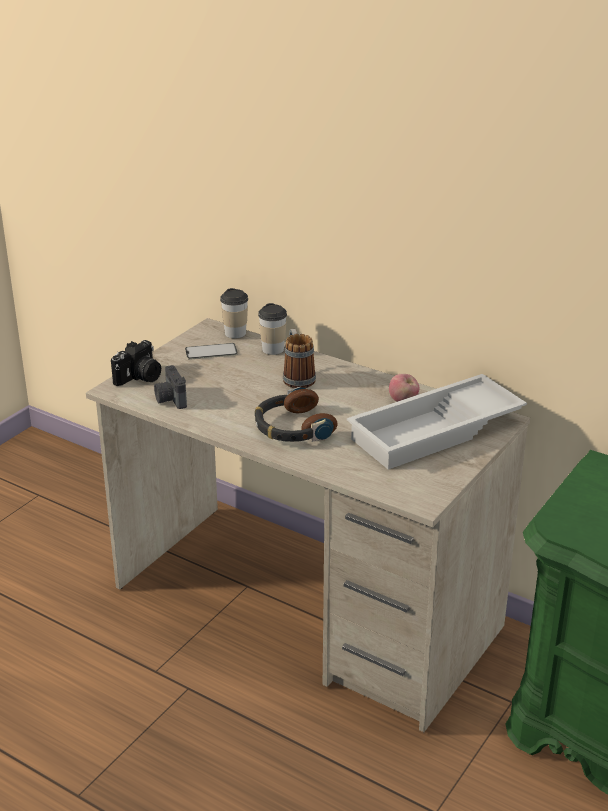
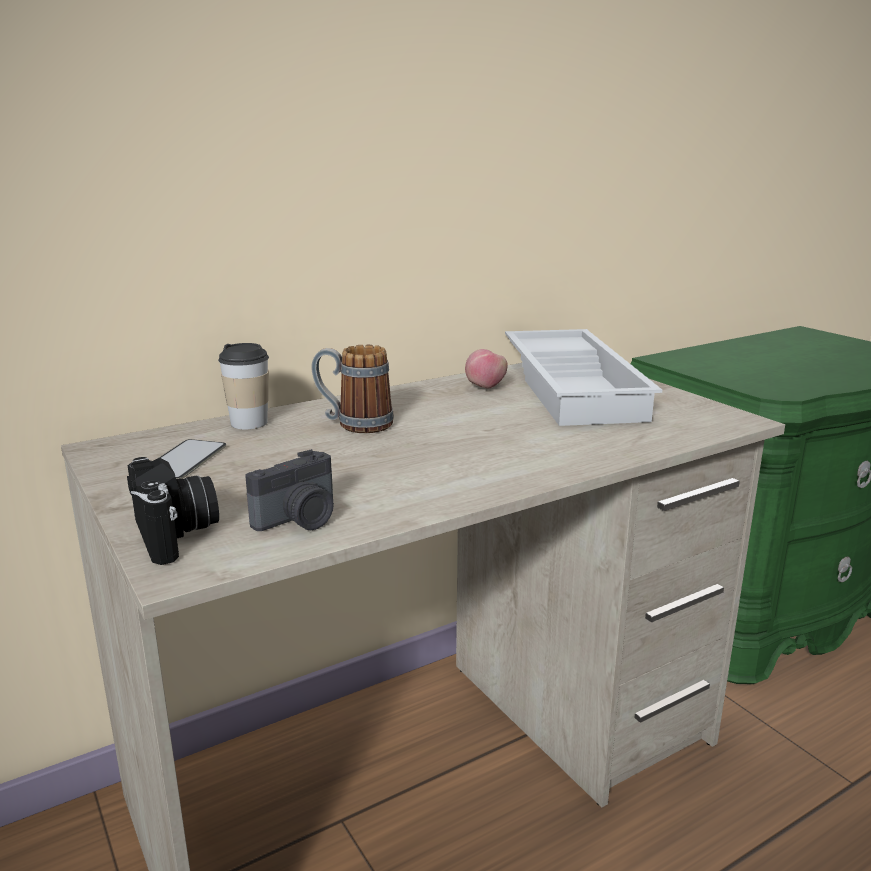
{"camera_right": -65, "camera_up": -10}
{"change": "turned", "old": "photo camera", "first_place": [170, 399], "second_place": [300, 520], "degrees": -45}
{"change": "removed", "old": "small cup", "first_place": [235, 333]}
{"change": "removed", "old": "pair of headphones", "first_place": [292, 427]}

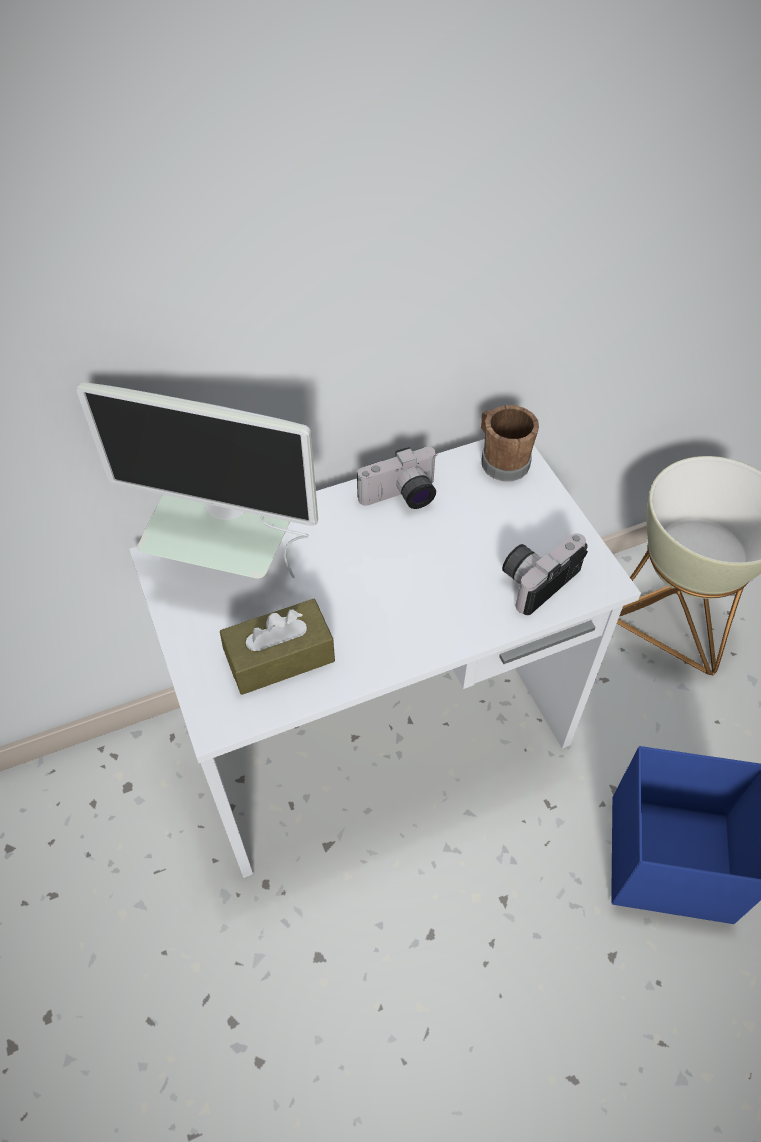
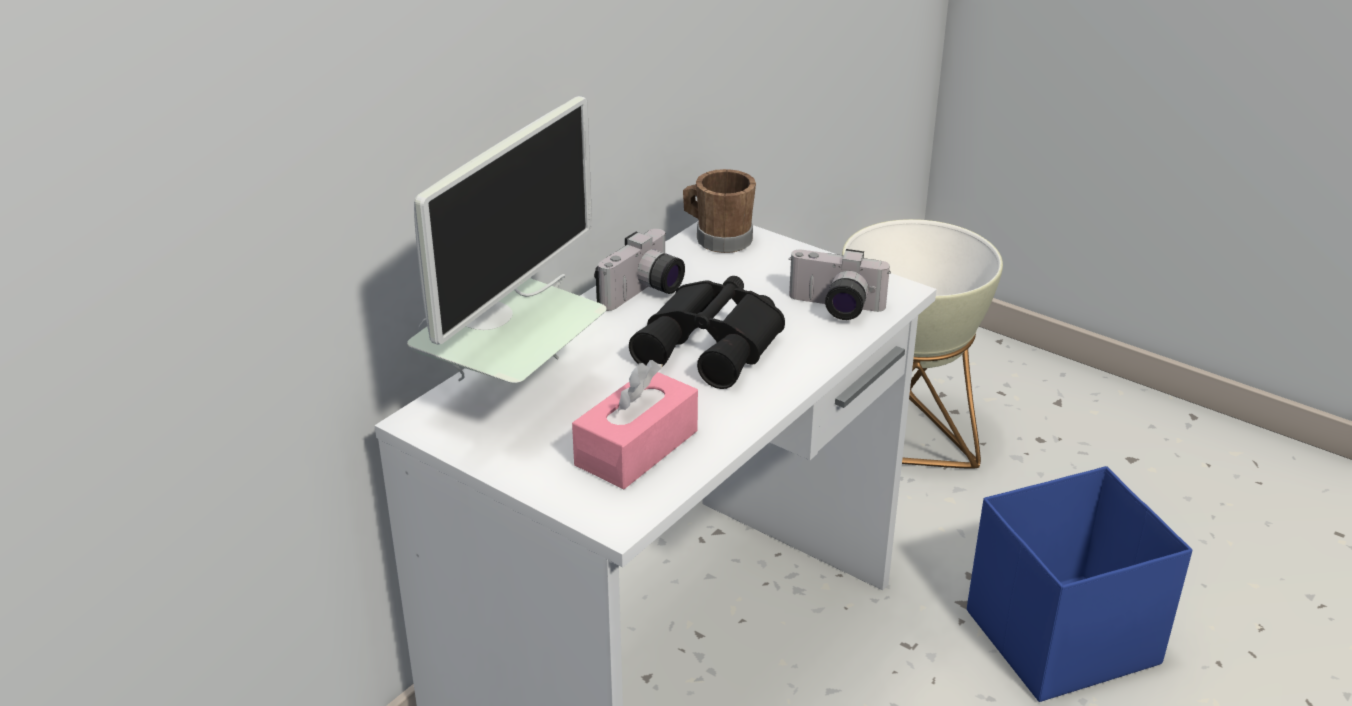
{"camera_right": -30, "camera_up": -20}
{"change": "turned", "old": "monitor", "first_place": [233, 564], "second_place": [511, 397], "degrees": -45}
{"change": "recoloured", "old": "brown box of tissues", "new": "pink box of tissues", "first_place": [280, 657], "second_place": [636, 448]}
{"change": "added", "new": "black-coloured pair of binoculars", "second_place": [714, 345]}
{"change": "turned", "old": "photo camera", "first_place": [537, 578], "second_place": [834, 308], "degrees": -90}

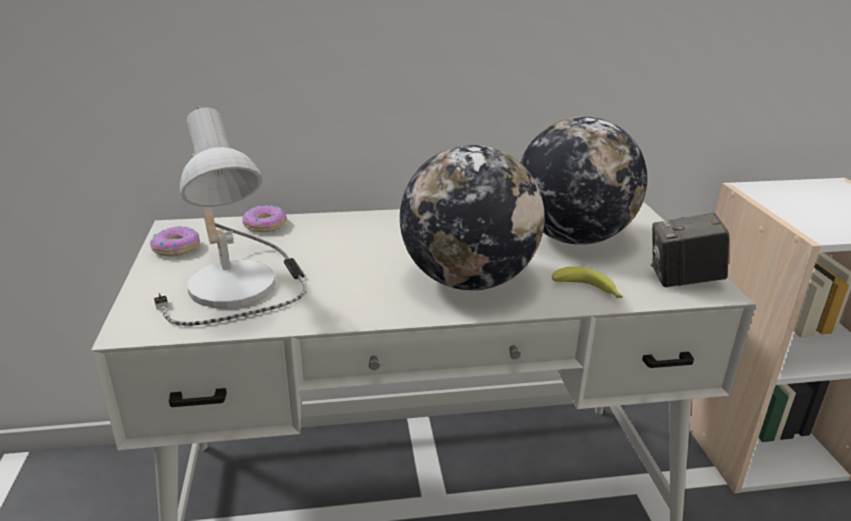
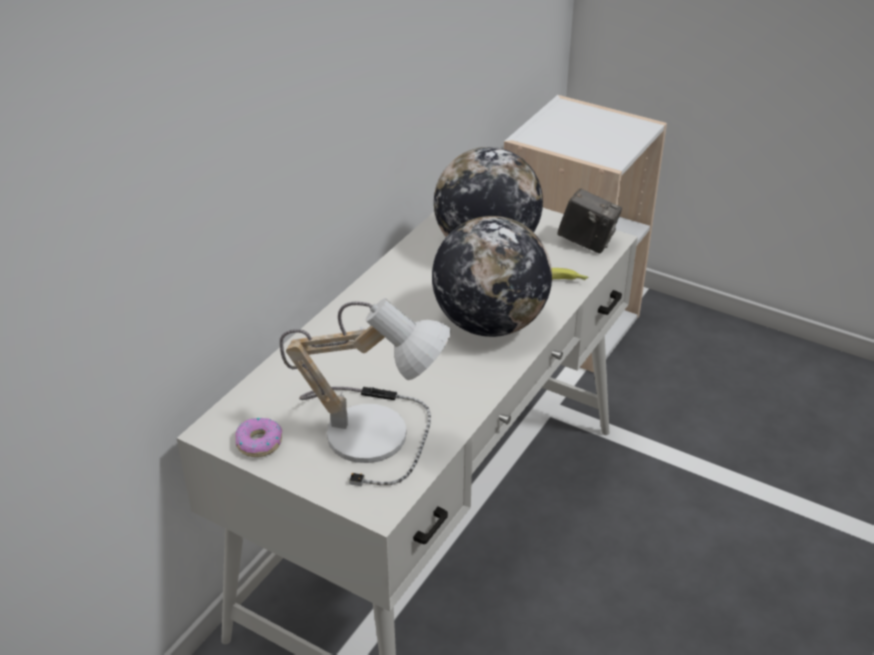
{"camera_right": -50, "camera_up": 10}
{"change": "turned", "old": "photo camera", "first_place": [683, 280], "second_place": [587, 242], "degrees": -105}
{"change": "removed", "old": "donut", "first_place": [266, 225]}

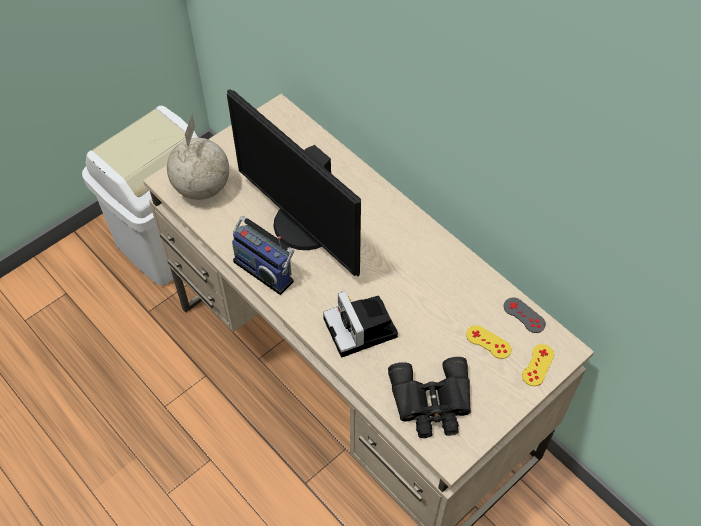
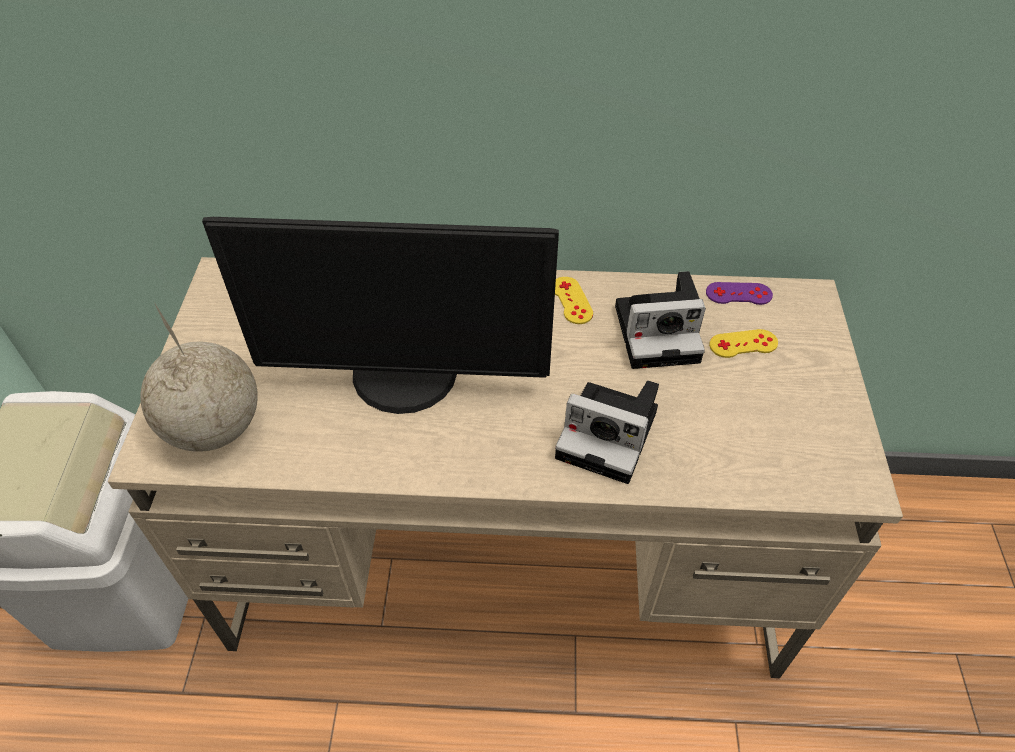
{"camera_right": -45, "camera_up": -5}
{"change": "moved", "old": "yellow-coloured gamepad", "first_place": [537, 365], "second_place": [571, 300]}
{"change": "added", "new": "photo camera", "second_place": [660, 332]}
{"change": "recoloured", "old": "gray gamepad", "new": "purple gamepad", "first_place": [524, 315], "second_place": [738, 294]}
{"change": "removed", "old": "radio", "first_place": [265, 269]}
{"change": "removed", "old": "black-coloured pair of binoculars", "first_place": [432, 403]}

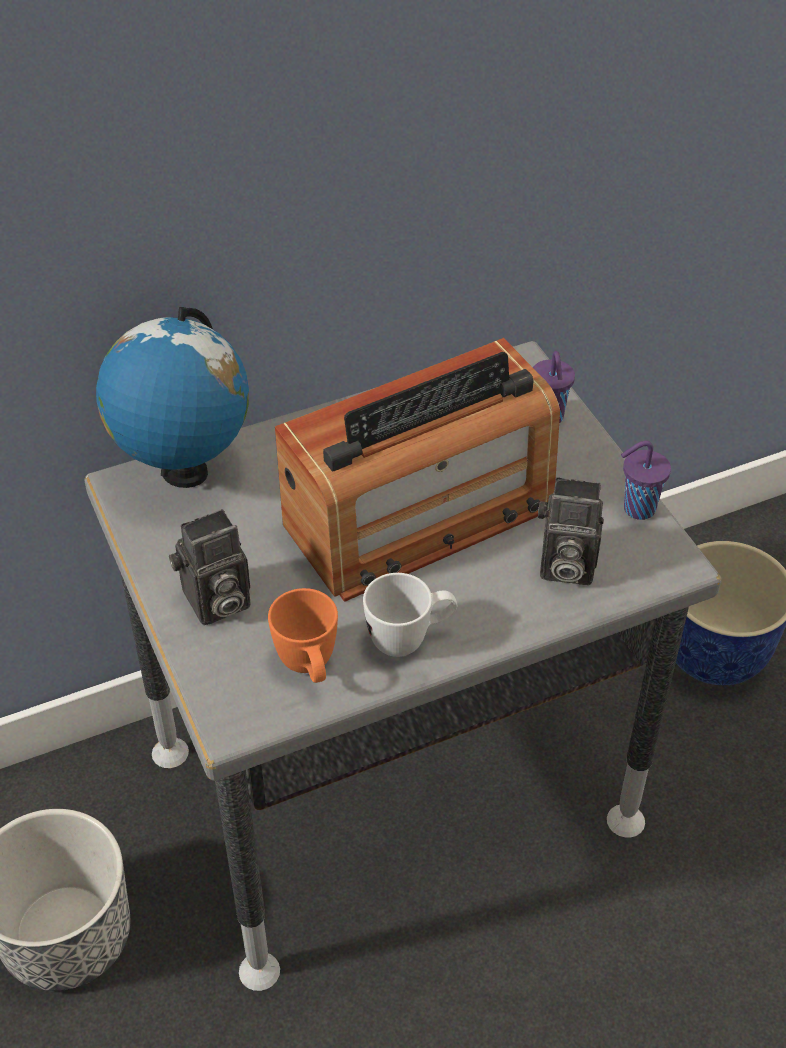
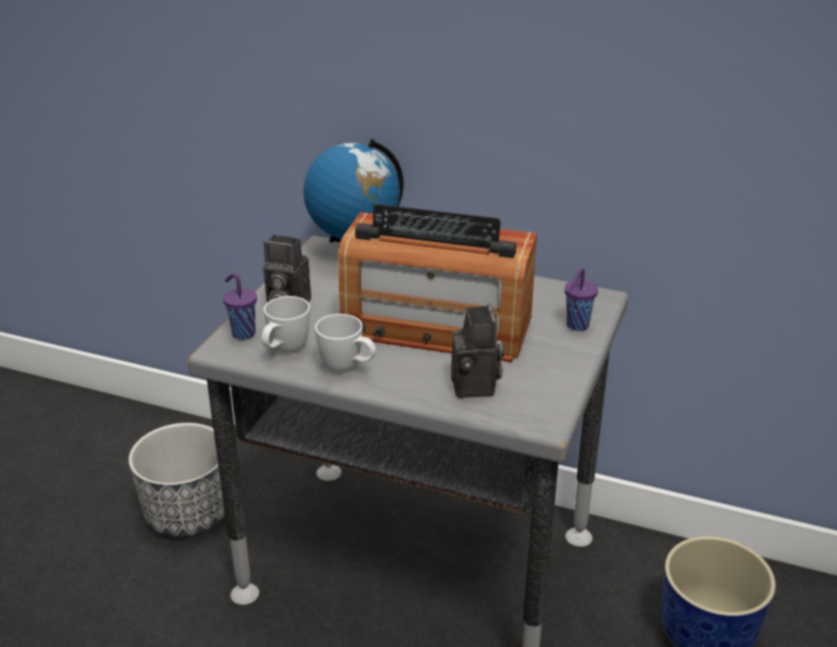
{"camera_right": 45, "camera_up": -15}
{"change": "moved", "old": "purple small cup", "first_place": [637, 509], "second_place": [242, 333]}
{"change": "recoloured", "old": "orange coffee mug", "new": "white-coloured coffee mug", "first_place": [309, 668], "second_place": [285, 351]}
{"change": "turned", "old": "photo camera", "first_place": [563, 566], "second_place": [476, 387], "degrees": -150}

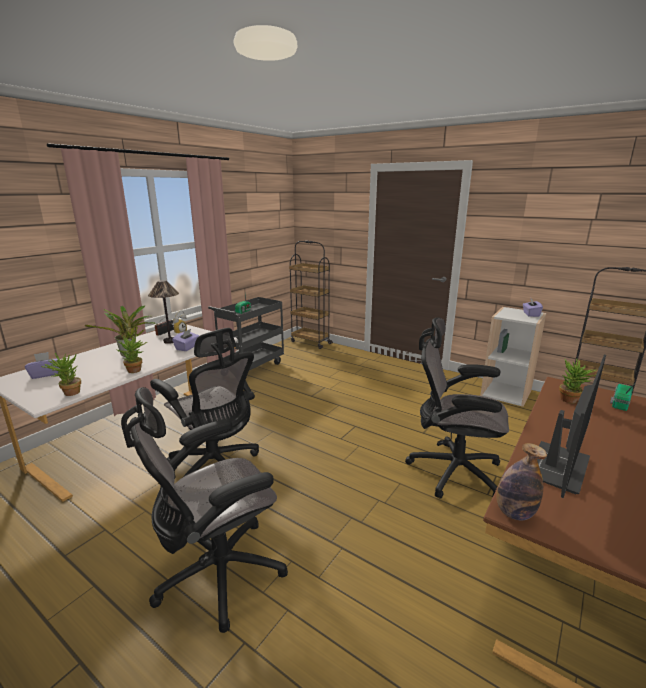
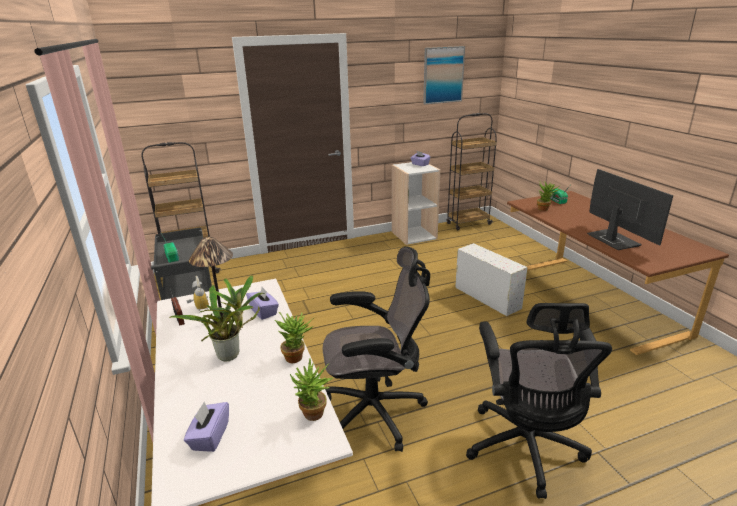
{"camera_right": -55, "camera_up": 5}
{"change": "added", "new": "picture", "second_place": [443, 75]}
{"change": "replaced", "old": "office chair", "new": "white-coloured storage bin", "first_place": [454, 472], "second_place": [486, 297]}
{"change": "removed", "old": "bottle", "first_place": [514, 513]}

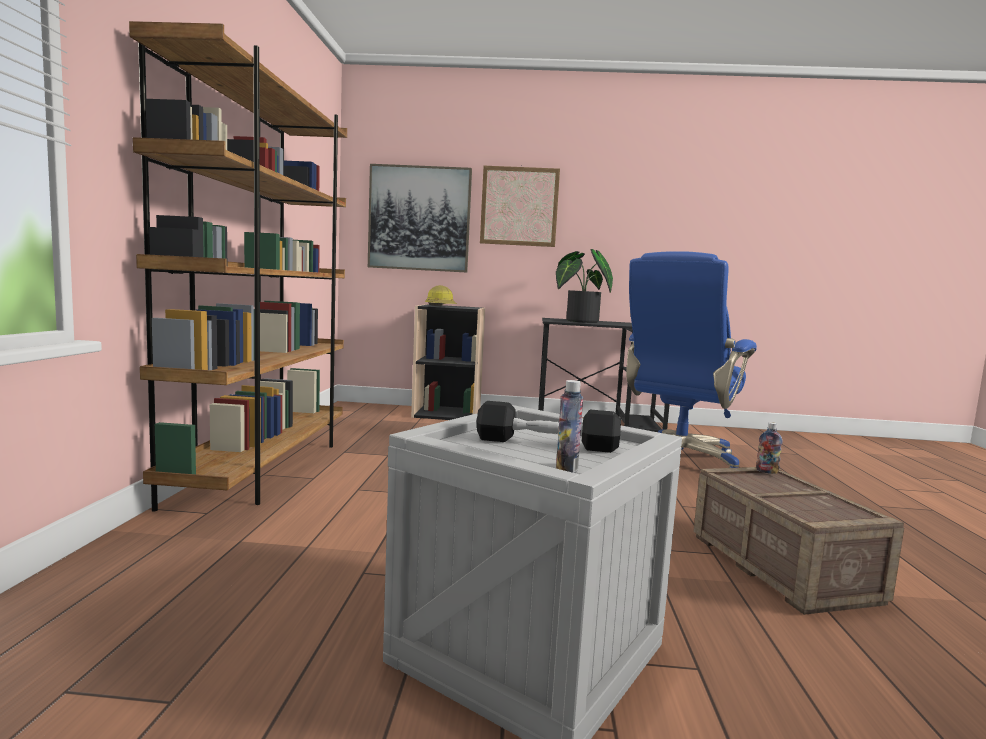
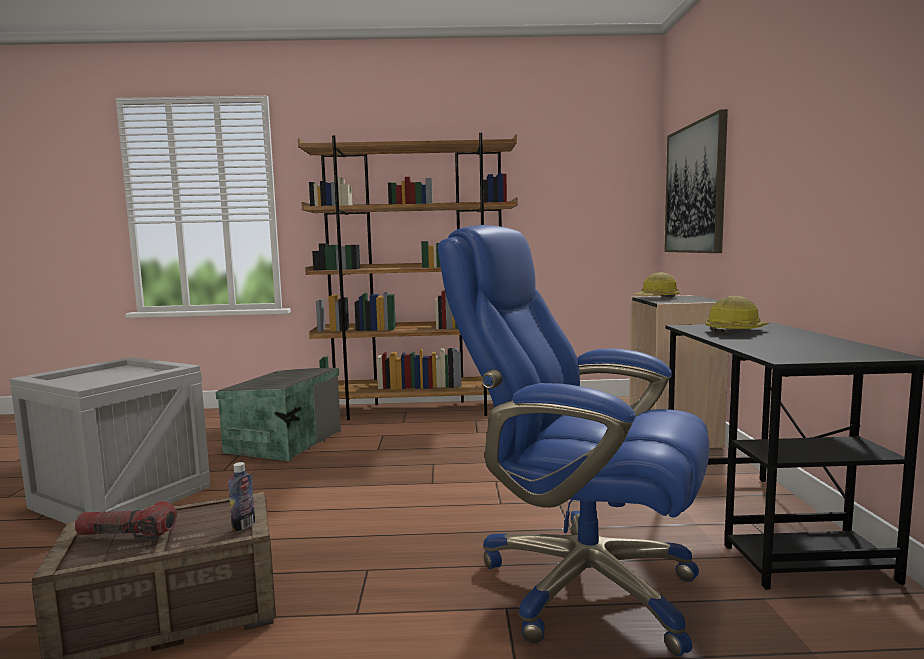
{"camera_right": 85, "camera_up": 0}
{"change": "added", "new": "hand torch", "second_place": [127, 535]}
{"change": "added", "new": "gray storage bin", "second_place": [282, 442]}
{"change": "replaced", "old": "potted plant", "new": "safety helmet", "first_place": [578, 321], "second_place": [735, 331]}
{"change": "removed", "old": "black-coloured dumbbell", "first_place": [546, 443]}
{"change": "removed", "old": "picture", "first_place": [519, 205]}
{"change": "removed", "old": "bottle", "first_place": [566, 469]}

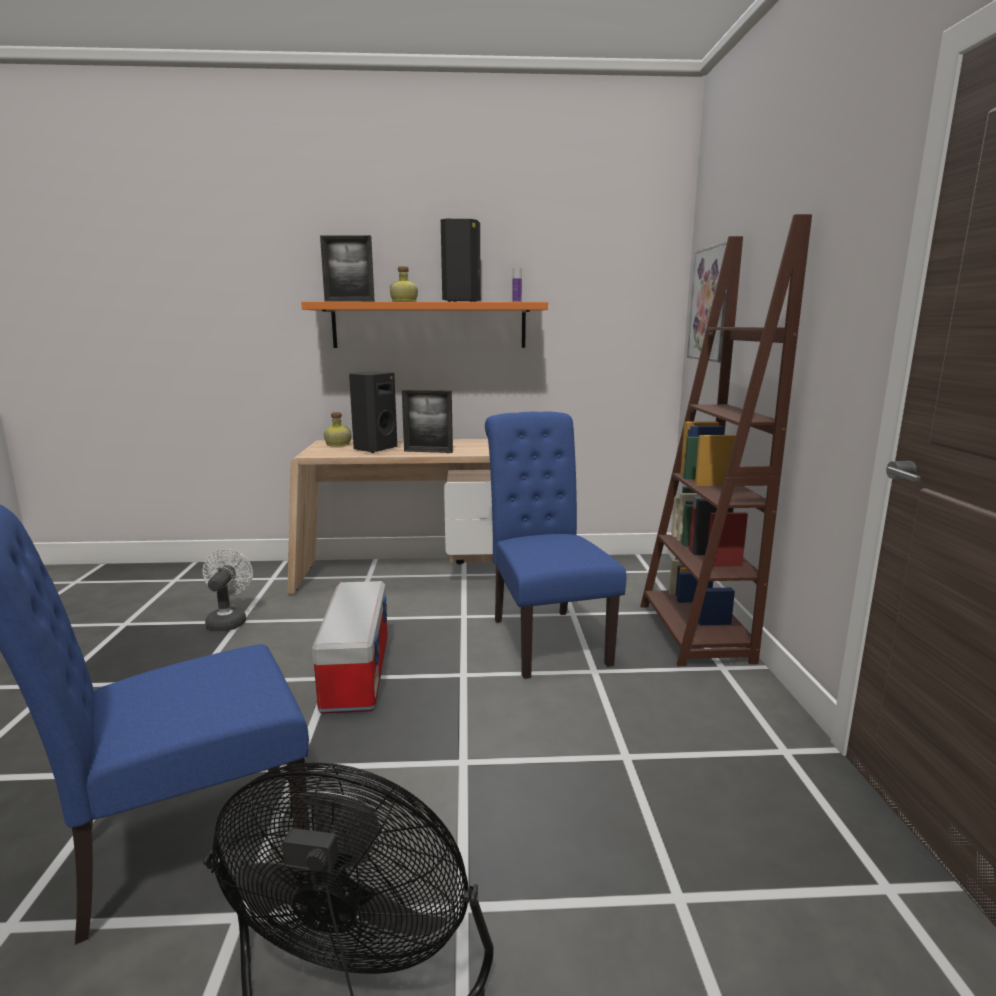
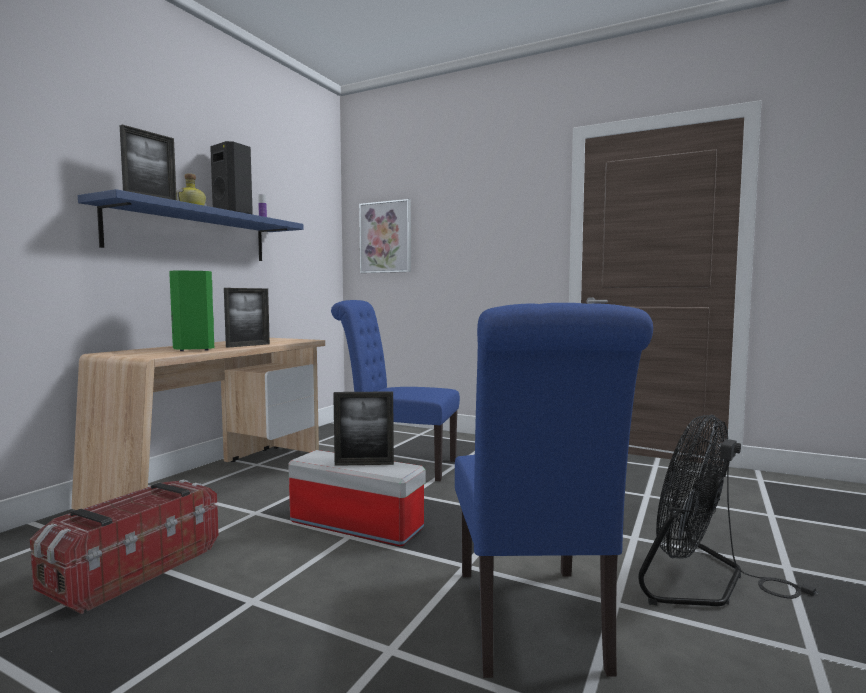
{"camera_right": -60, "camera_up": -10}
{"change": "replaced", "old": "white-coloured fan", "new": "storage bin", "first_place": [228, 620], "second_place": [133, 570]}
{"change": "recoloured", "old": "orange wall shelf", "new": "blue-coloured wall shelf", "first_place": [429, 325], "second_place": [191, 234]}
{"change": "recoloured", "old": "black-coloured loudspeaker", "new": "green-coloured loudspeaker", "first_place": [374, 449], "second_place": [193, 349]}
{"change": "added", "new": "standing frame", "second_place": [364, 464]}
{"change": "removed", "old": "bottle", "first_place": [337, 444]}
{"change": "removed", "old": "brown bookcase", "first_place": [694, 632]}

